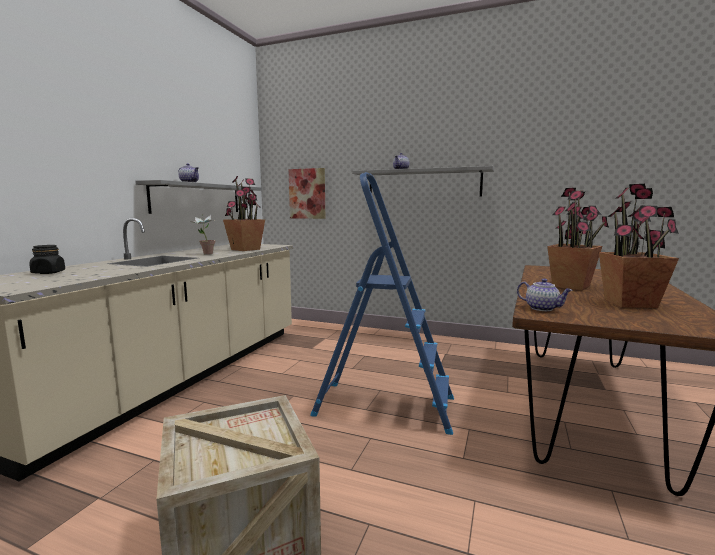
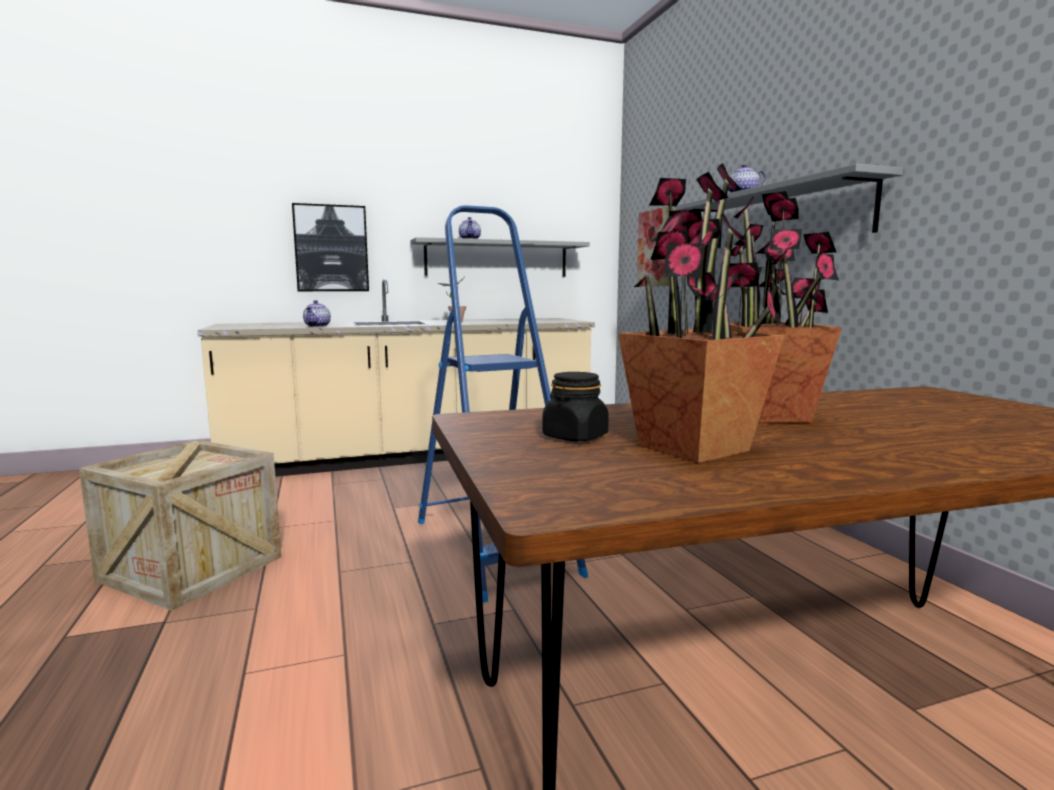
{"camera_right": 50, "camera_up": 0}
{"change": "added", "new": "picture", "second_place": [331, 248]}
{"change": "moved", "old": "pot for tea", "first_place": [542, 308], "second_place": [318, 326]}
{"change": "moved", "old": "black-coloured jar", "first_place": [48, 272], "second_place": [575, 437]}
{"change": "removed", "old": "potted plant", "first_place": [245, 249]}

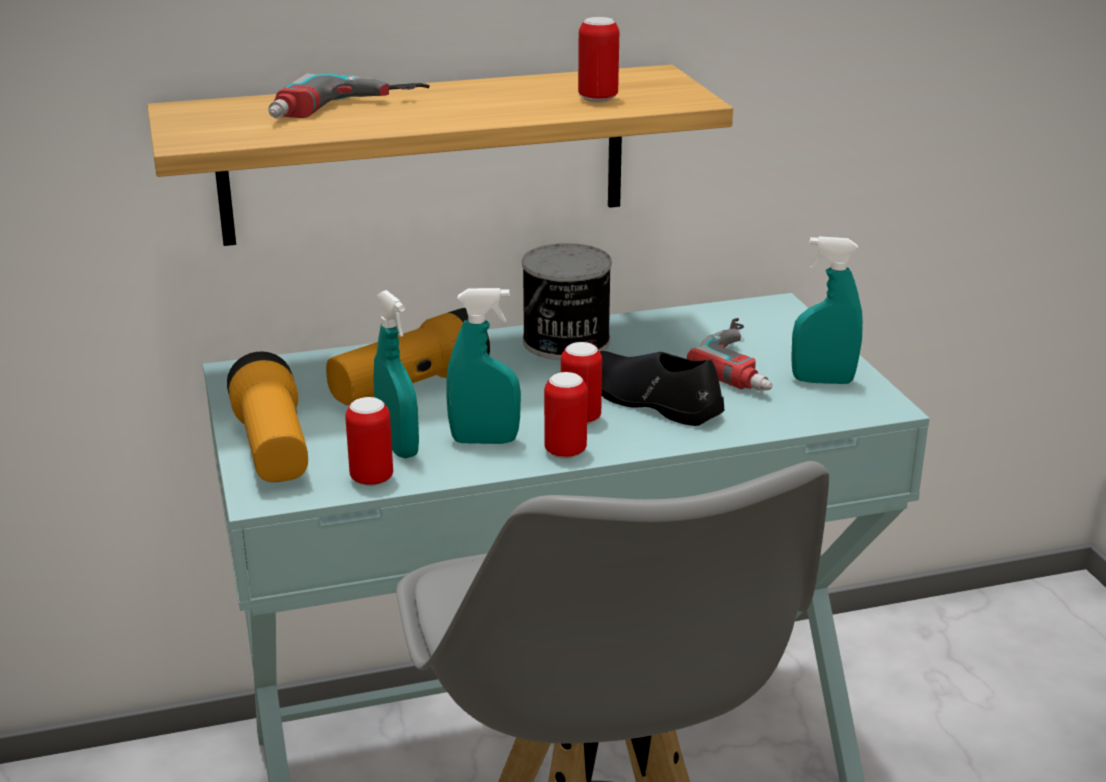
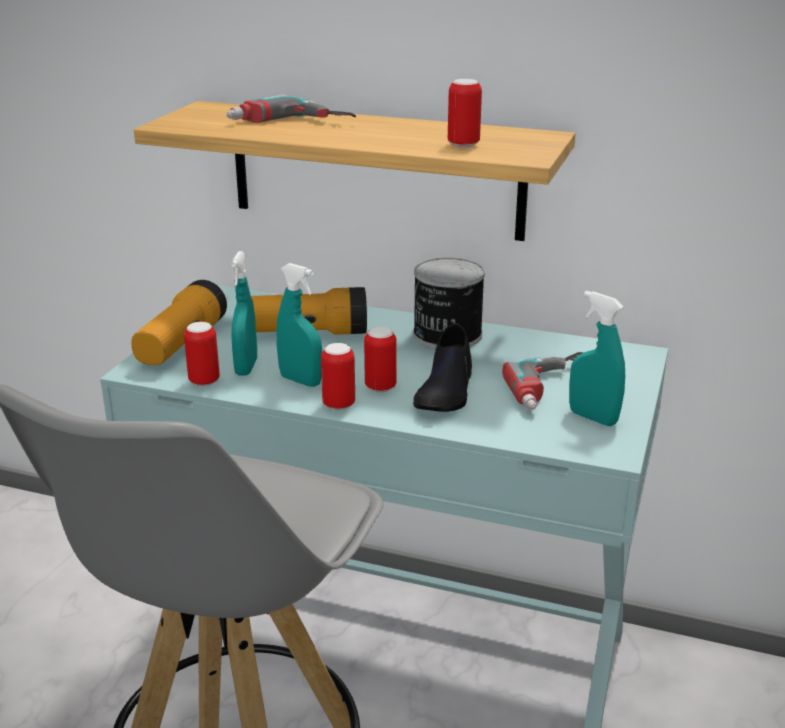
{"camera_right": 35, "camera_up": 0}
{"change": "turned", "old": "black-coloured low shoe", "first_place": [651, 400], "second_place": [445, 390], "degrees": -150}

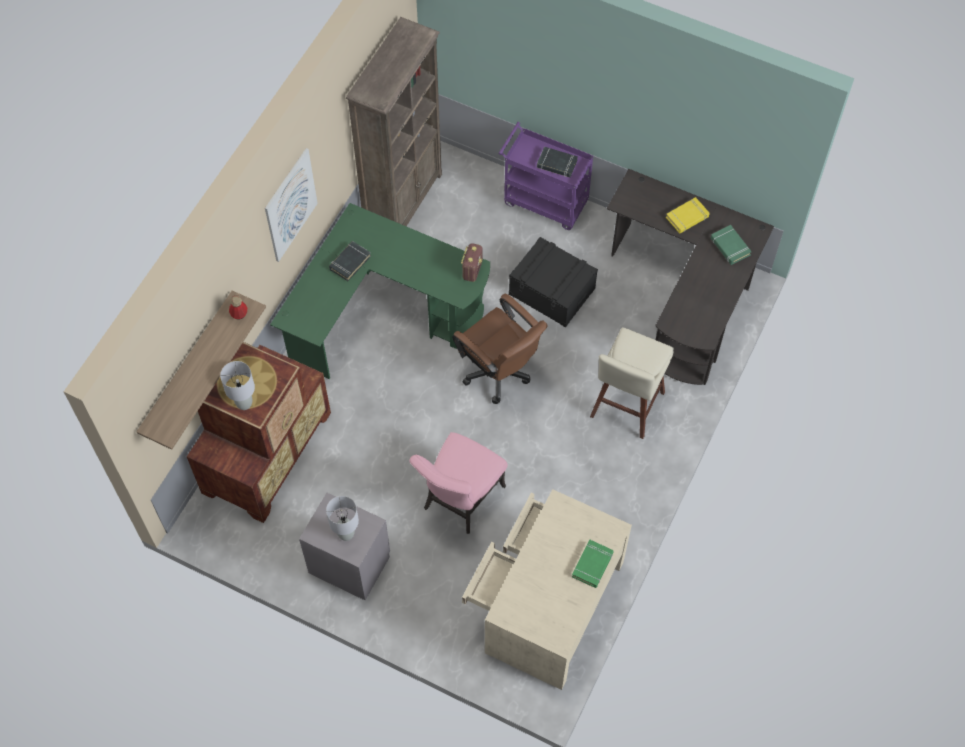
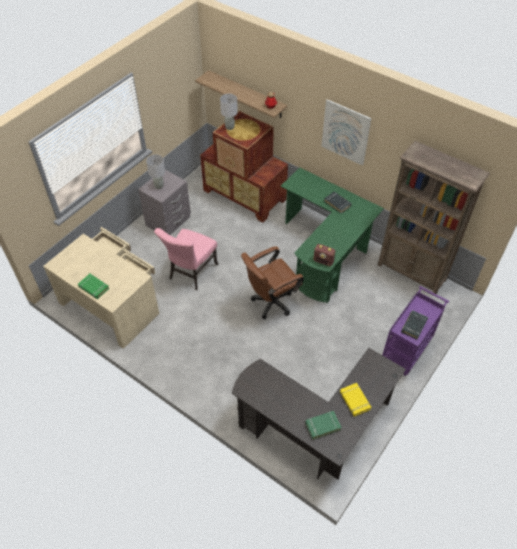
{"camera_right": 100, "camera_up": -10}
{"change": "turned", "old": "pink plain chair", "first_place": [460, 500], "second_place": [191, 273], "degrees": -105}
{"change": "removed", "old": "black-coloured storage bin", "first_place": [552, 291]}
{"change": "removed", "old": "beige stool seat", "first_place": [626, 406]}

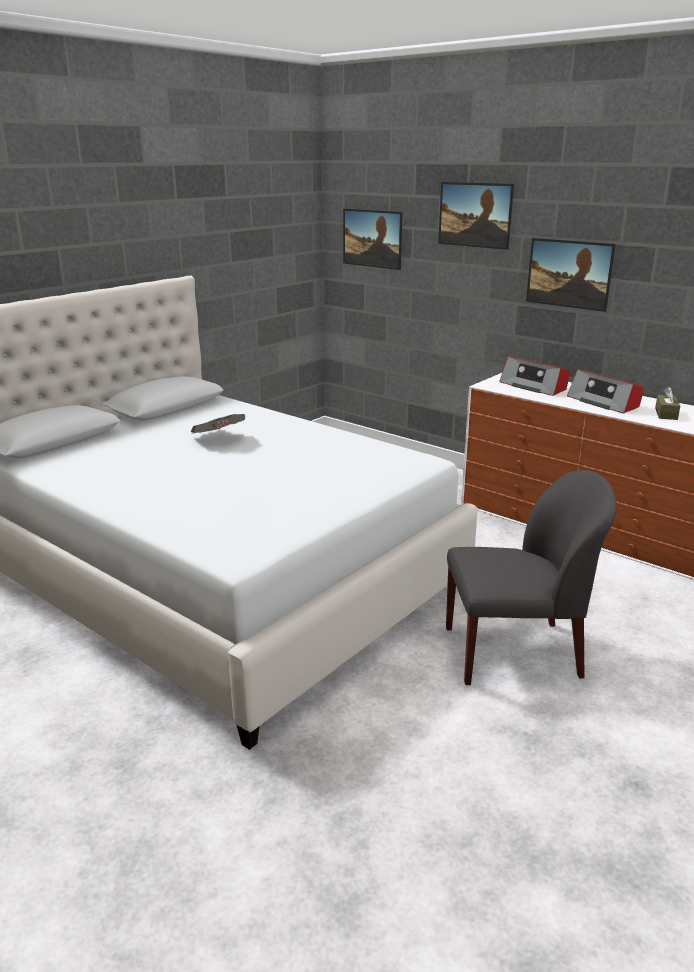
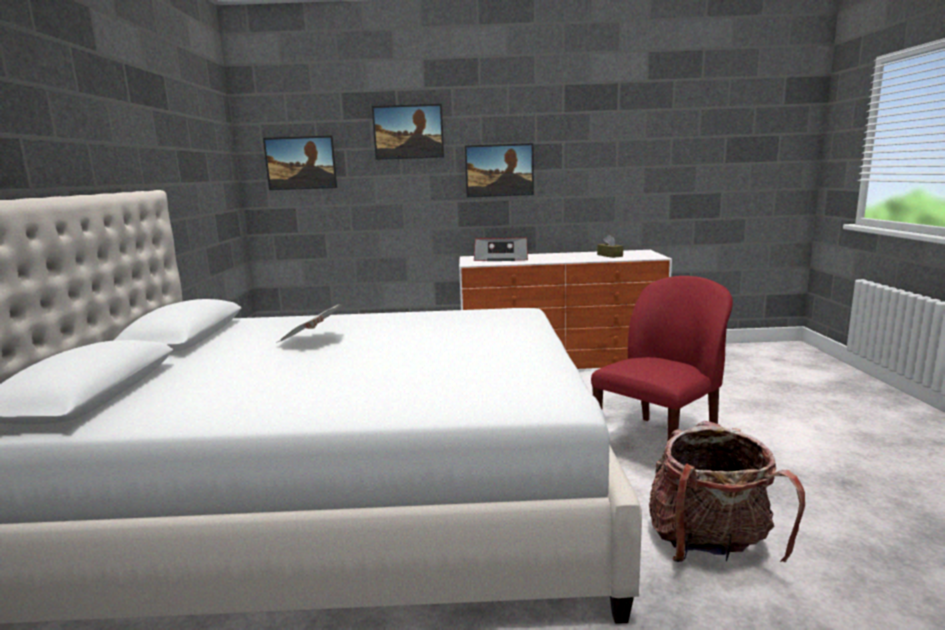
{"camera_right": -40, "camera_up": -10}
{"change": "recoloured", "old": "gray plain chair", "new": "red plain chair", "first_place": [515, 652], "second_place": [658, 445]}
{"change": "added", "new": "rucksack", "second_place": [709, 546]}
{"change": "removed", "old": "radio", "first_place": [604, 402]}

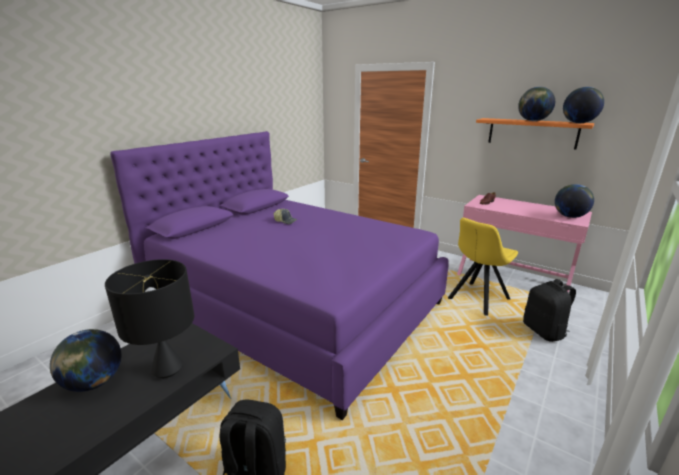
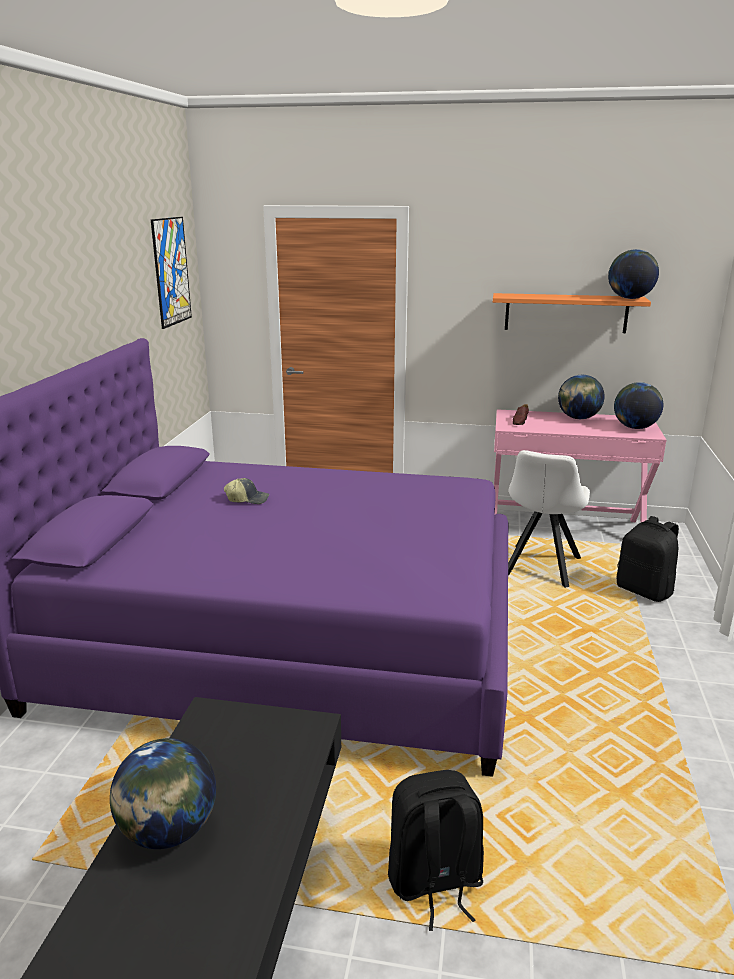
{"camera_right": -25, "camera_up": 0}
{"change": "added", "new": "picture", "second_place": [171, 271]}
{"change": "recoloured", "old": "yellow-coloured plain chair", "new": "white-coloured plain chair", "first_place": [478, 299], "second_place": [541, 567]}
{"change": "moved", "old": "desk globe", "first_place": [533, 121], "second_place": [578, 418]}
{"change": "removed", "old": "black-coloured tabletop lamp", "first_place": [167, 369]}

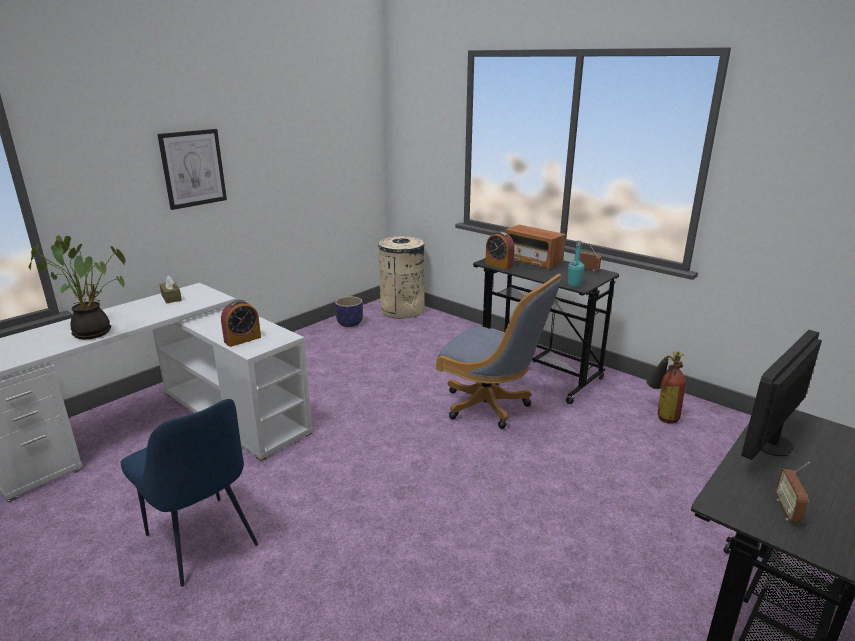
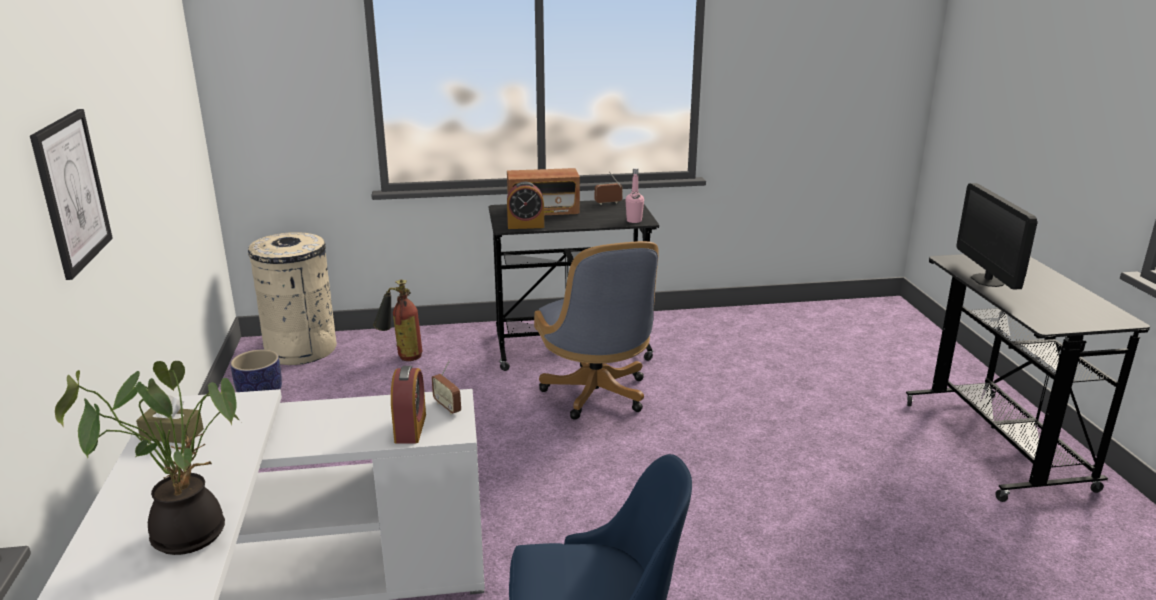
{"camera_right": -50, "camera_up": 0}
{"change": "moved", "old": "fire-fighting cylinder", "first_place": [661, 414], "second_place": [401, 355]}
{"change": "moved", "old": "radio", "first_place": [787, 510], "second_place": [447, 407]}
{"change": "turned", "old": "blue-coloured office chair", "first_place": [493, 408], "second_place": [599, 399], "degrees": 90}
{"change": "recoloured", "old": "blue-green bottle", "new": "pink bottle", "first_place": [574, 284], "second_place": [634, 221]}

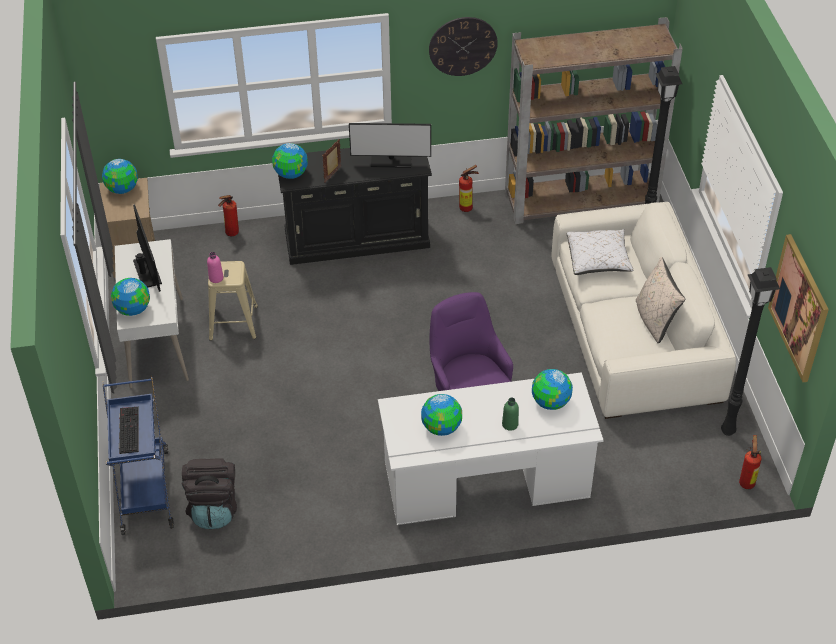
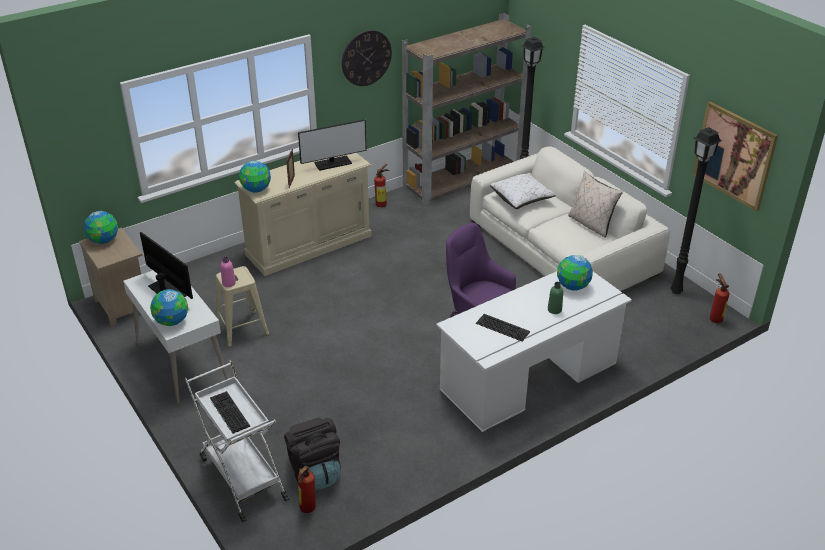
{"camera_right": -25, "camera_up": -10}
{"change": "recoloured", "old": "blue-coloured cart", "new": "white-coloured cart", "first_place": [146, 490], "second_place": [243, 478]}
{"change": "recoloured", "old": "black-coloured cabinet", "new": "beige cabinet", "first_place": [357, 239], "second_place": [309, 245]}
{"change": "moved", "old": "fire-fighting cylinder", "first_place": [230, 233], "second_place": [306, 509]}
{"change": "replaced", "old": "desk globe", "new": "computer keyboard", "first_place": [442, 427], "second_place": [503, 327]}

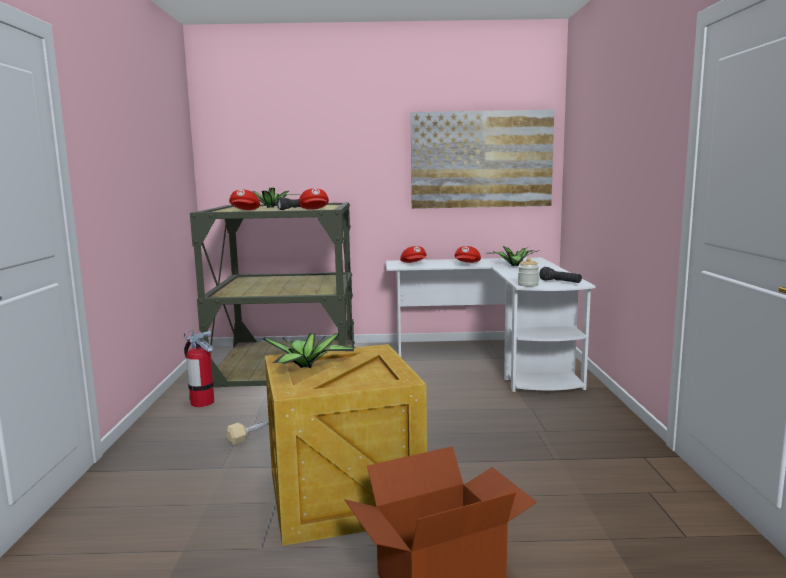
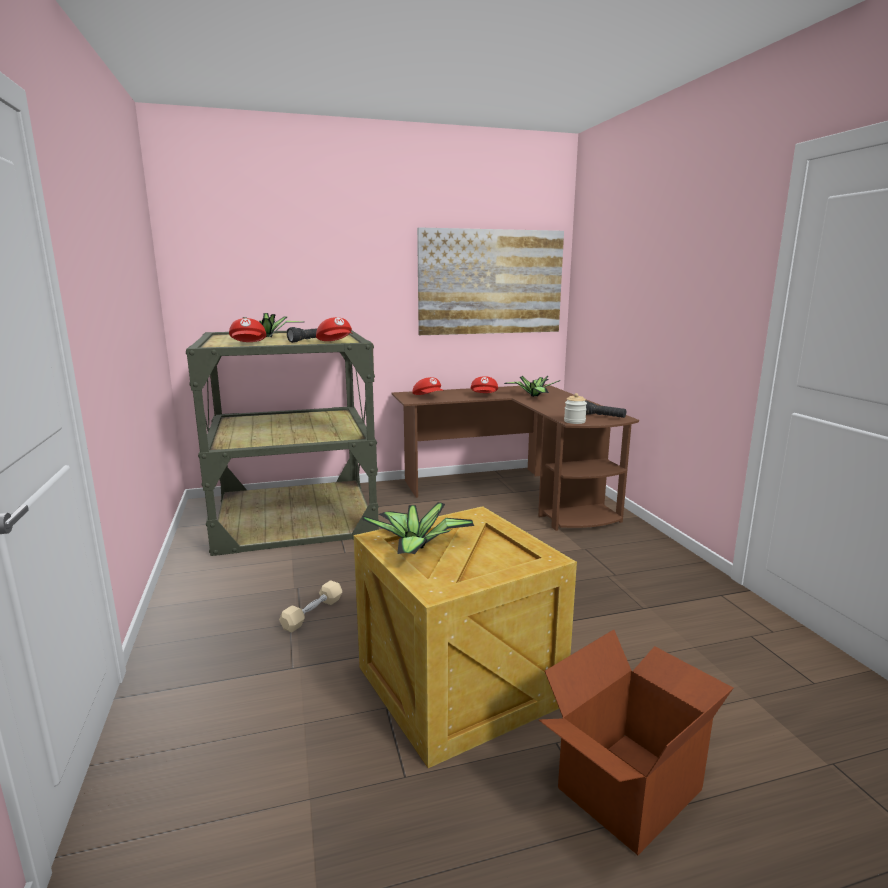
{"camera_right": -15, "camera_up": 5}
{"change": "recoloured", "old": "white-coloured desk table", "new": "brown desk table", "first_place": [495, 358], "second_place": [514, 492]}
{"change": "removed", "old": "fire-fighting cylinder", "first_place": [202, 402]}

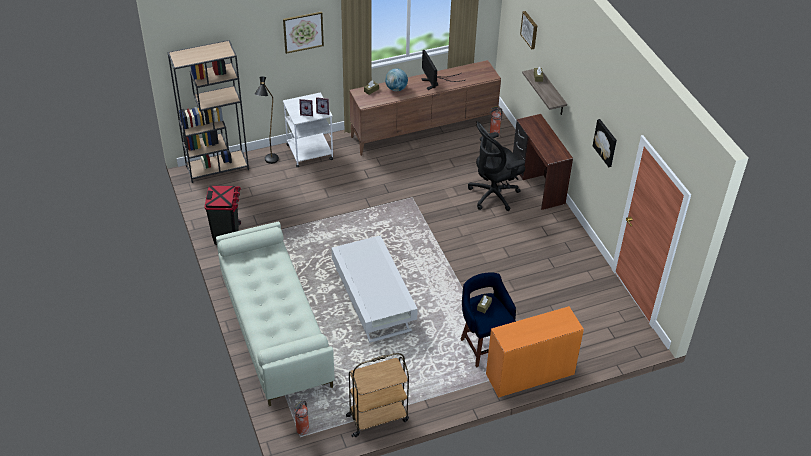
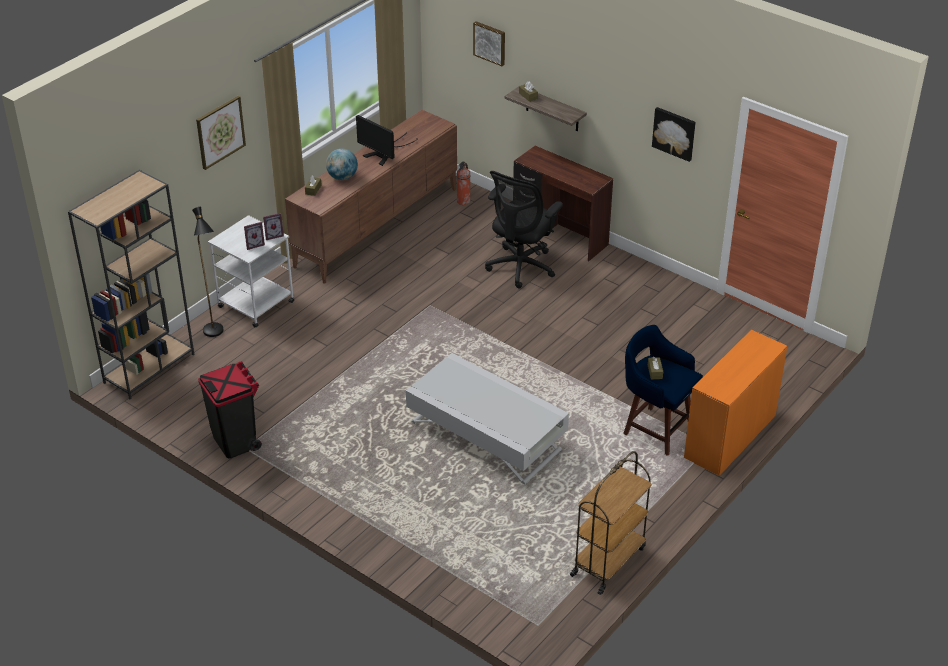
{"camera_right": -30, "camera_up": -5}
{"change": "removed", "old": "white-coloured sofa", "first_place": [275, 328]}
{"change": "removed", "old": "fire-fighting cylinder", "first_place": [302, 430]}

